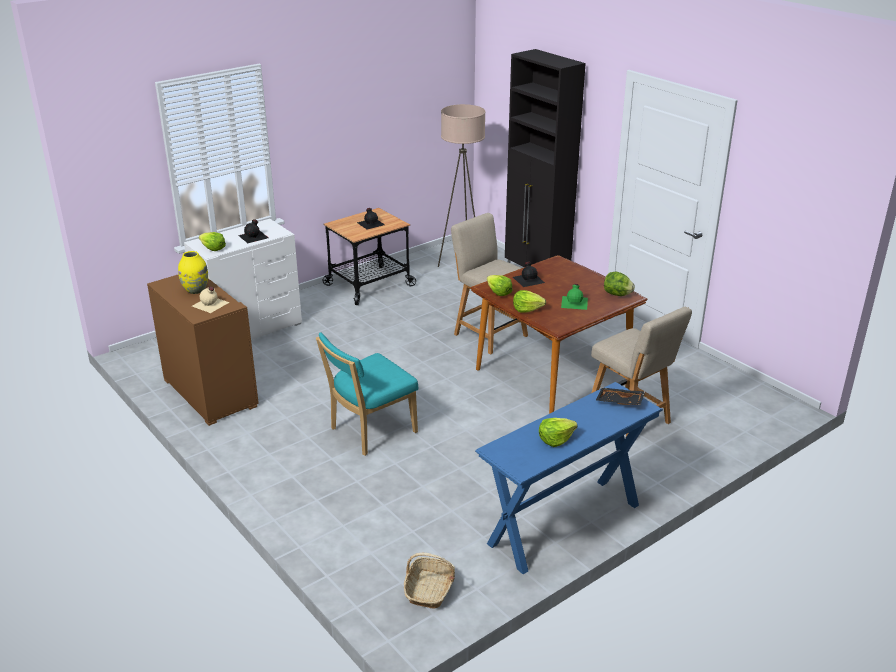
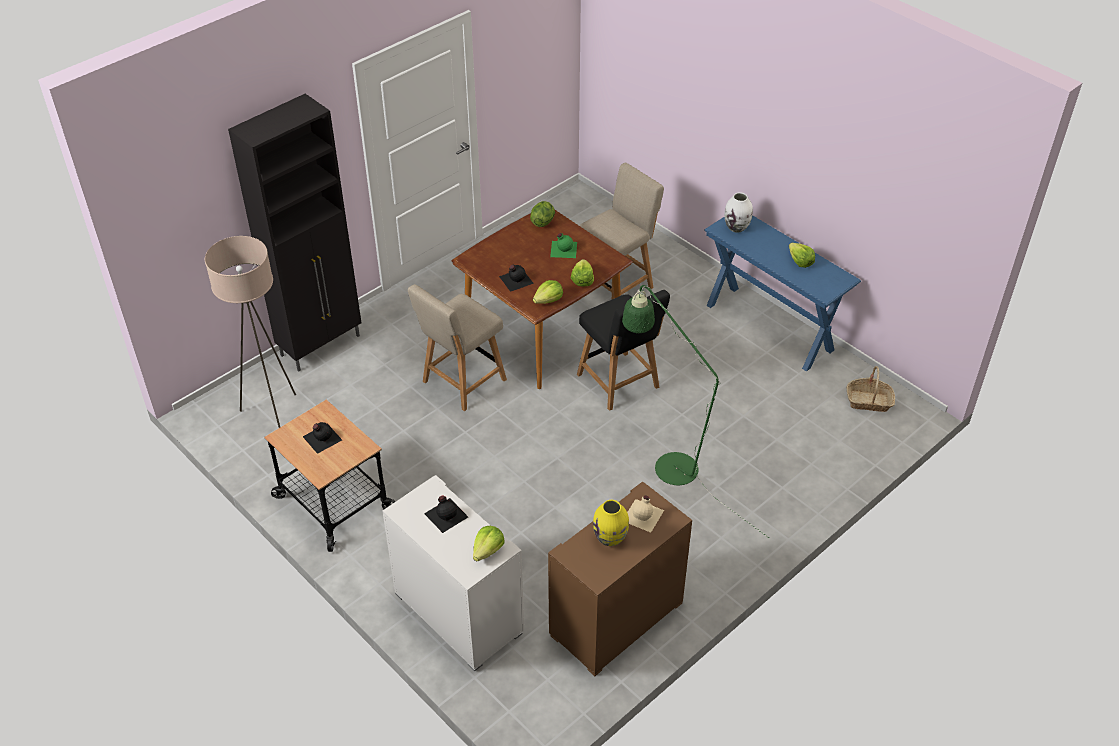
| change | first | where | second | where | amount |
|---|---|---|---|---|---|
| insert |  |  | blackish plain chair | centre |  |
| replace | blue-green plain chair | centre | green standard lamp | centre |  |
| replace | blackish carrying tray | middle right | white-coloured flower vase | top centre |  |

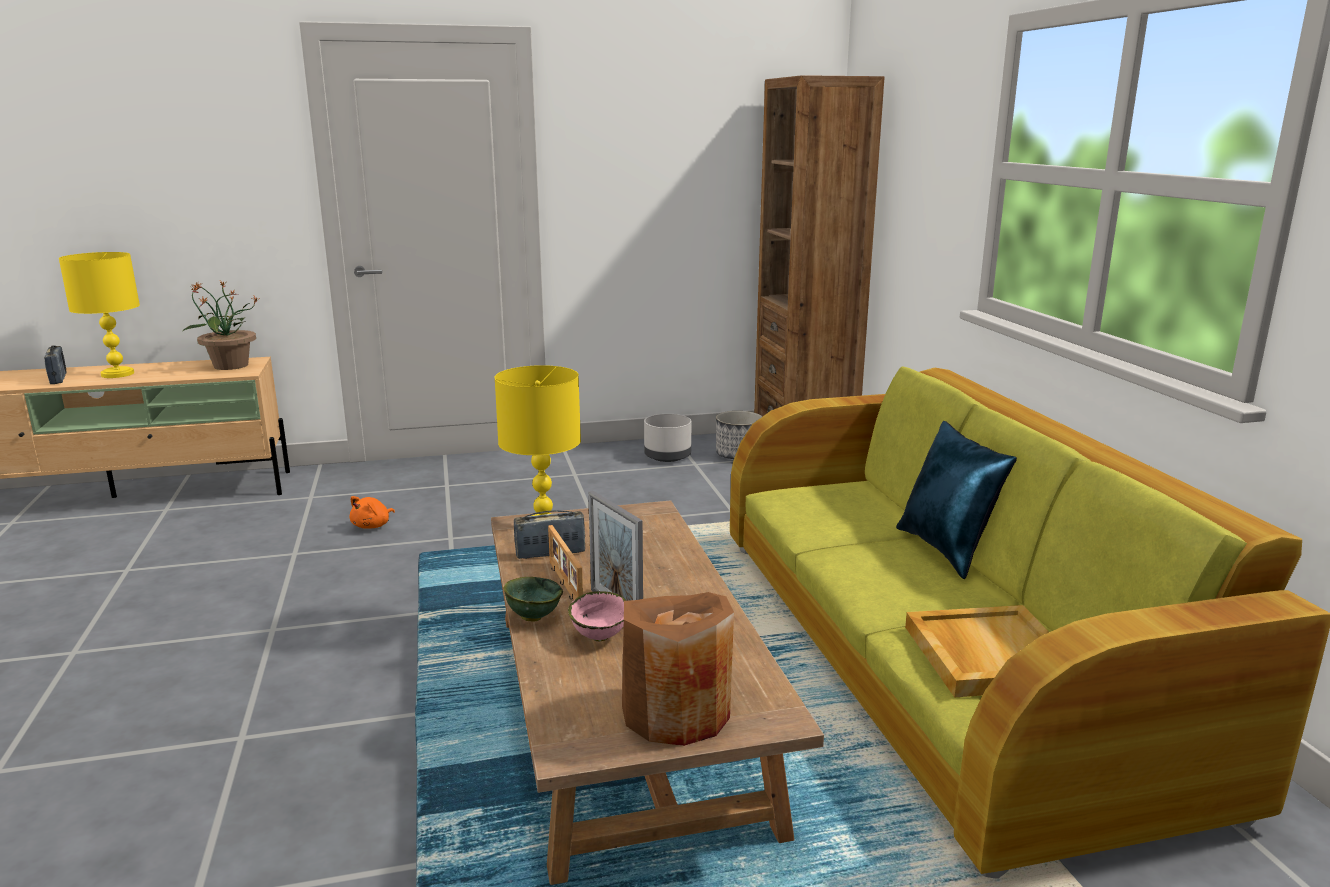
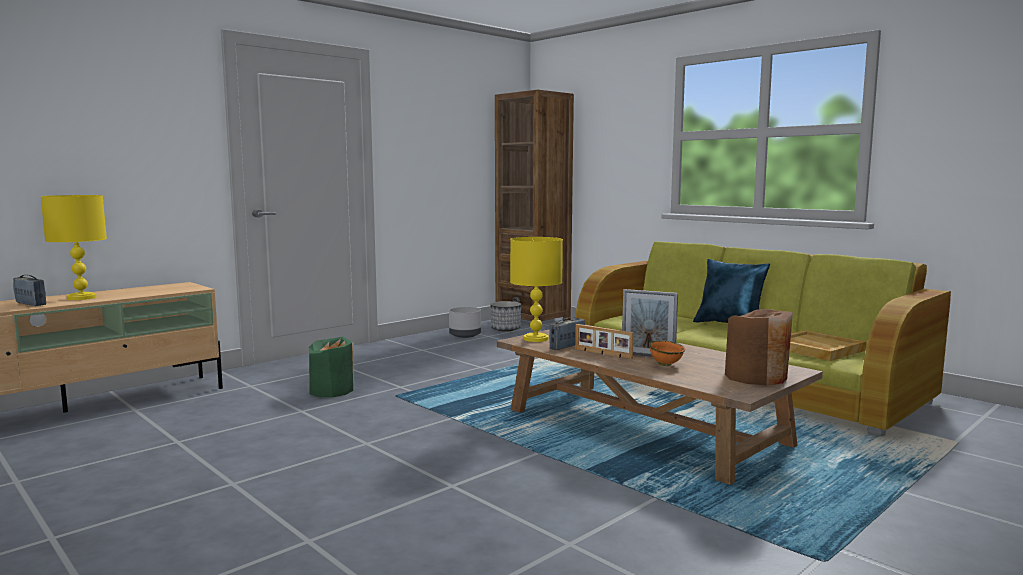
| change | first | where | second | where | amount |
|---|---|---|---|---|---|
| delete | plant in a pot | middle left |  |  |  |
| delete | green bowl | bottom centre |  |  |  |
| replace | orangey soft toy | middle left | green flower vase | middle left |  |
| recolor | pink-coloured bowl | bottom centre | orangey bowl | centre |  |

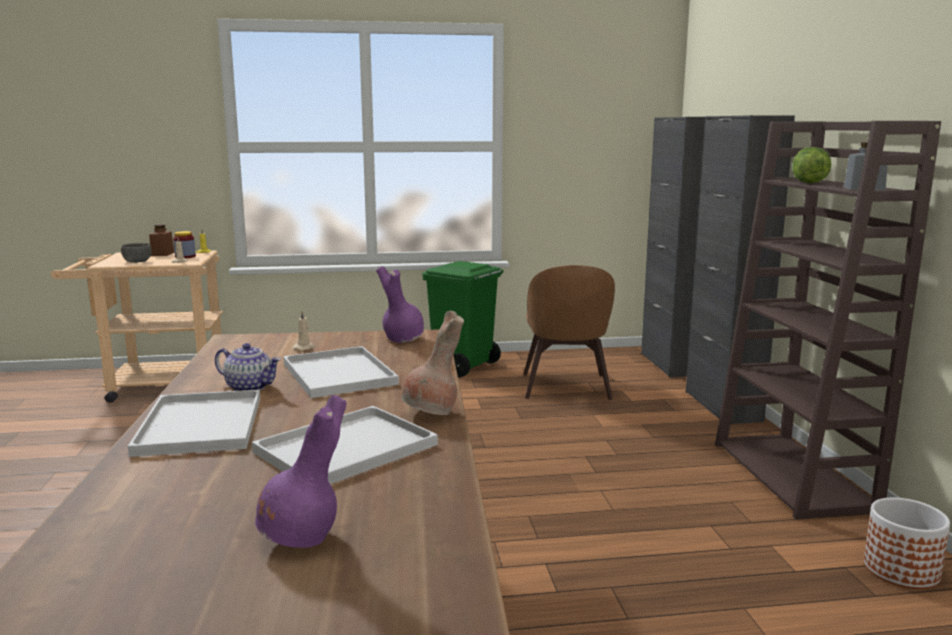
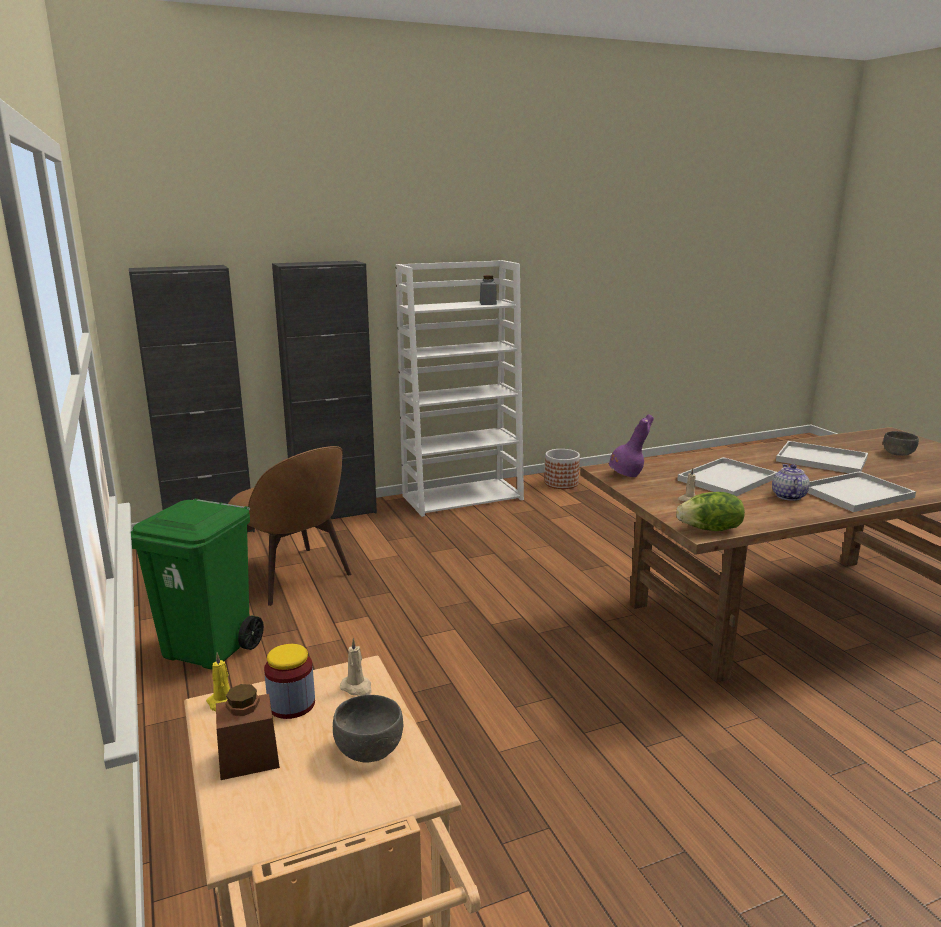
| change | first | where | second | where | amount |
|---|---|---|---|---|---|
| delete | brown-coloured flower vase | centre |  |  |  |
| move | lettuce head | top right |  | middle right |  |
| replace | purple-coloured flower vase (1st from left) | bottom left | grey bowl (2nd from left) | middle right |  |
| recolor | brown-coloured bookcase | middle right | white-coloured bookcase | centre |  |
| rotate | brown-coloured plain chair | centre |  | middle left | 60 degrees clockwise |

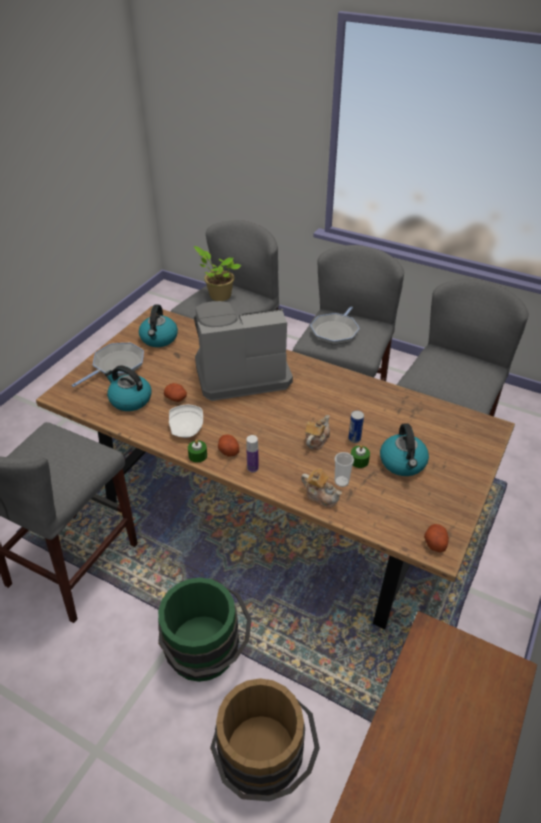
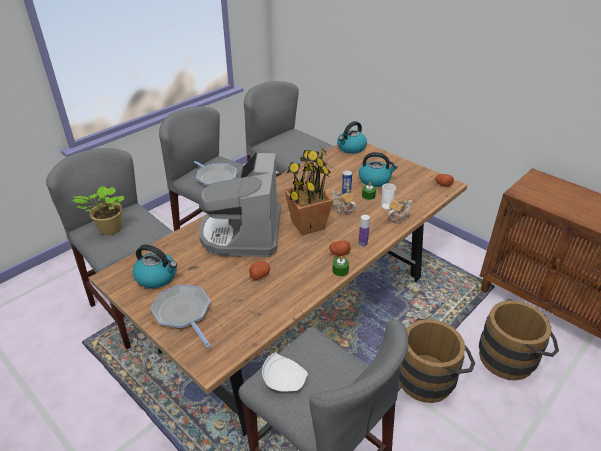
| change | first | where | second | where | amount |
|---|---|---|---|---|---|
| insert |  |  | plant in a pot (2nd from left) | centre |  |
| move | water kettle (1st from left in the first image) | middle left | water kettle (2nd from left) | top centre |  |
| move | white-coloured dinner plate | centre |  | bottom centre |  |
| recolor | green bucket | bottom centre | brown-coloured bucket (1st from left) | bottom right |  |

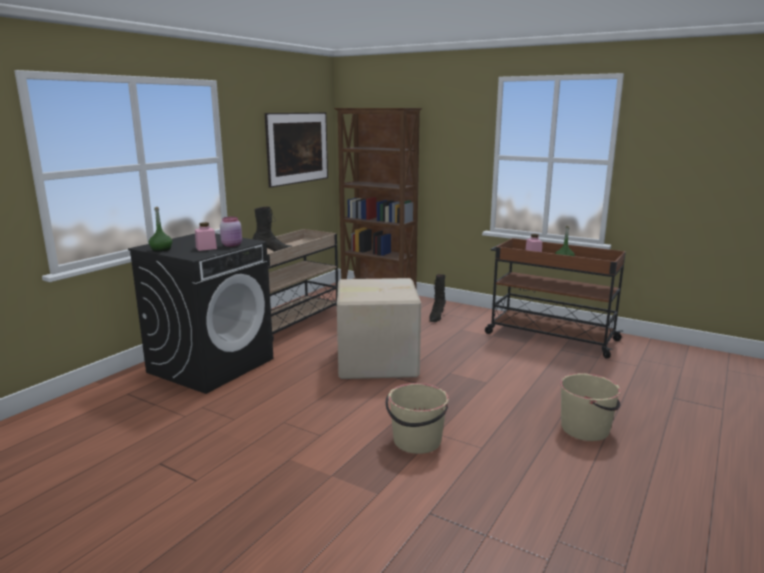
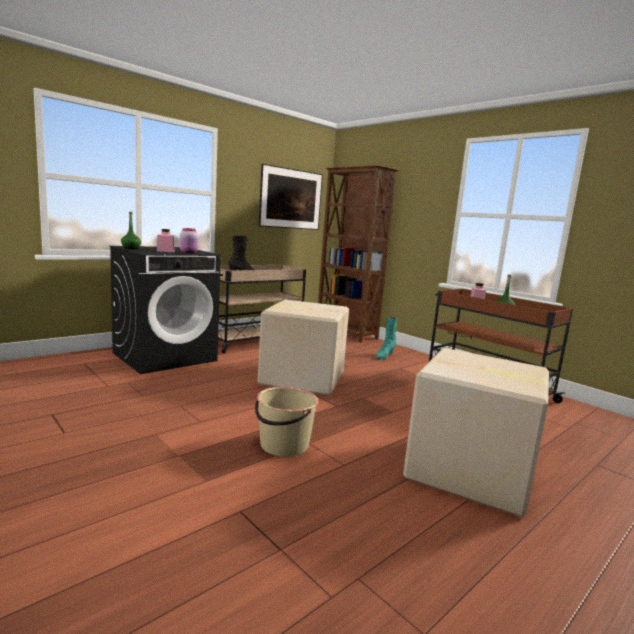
| change | first | where | second | where | amount |
|---|---|---|---|---|---|
| replace | beige-coloured bucket (2nd from left) | bottom right | packing box (2nd from left) | bottom right |  |
| recolor | blackish boot (2nd from left) | centre | blue-green boot | centre |  |

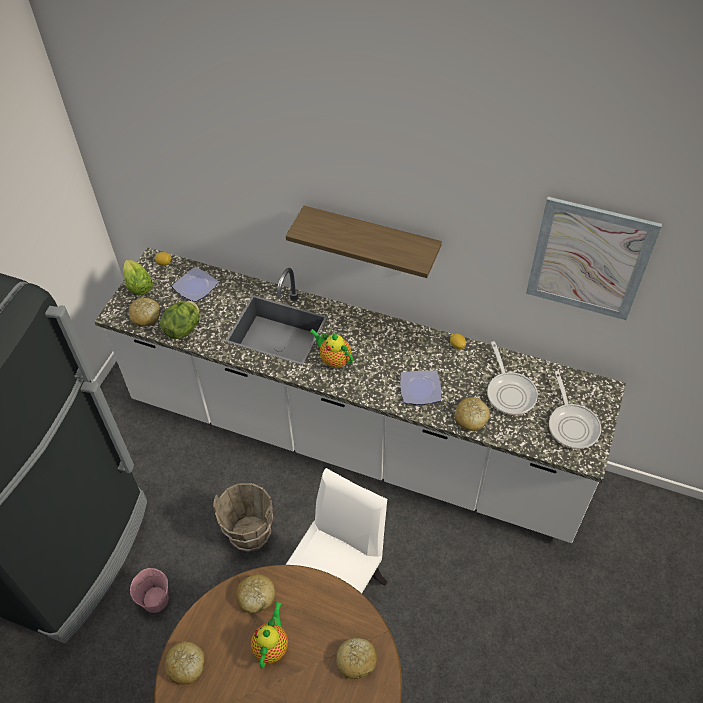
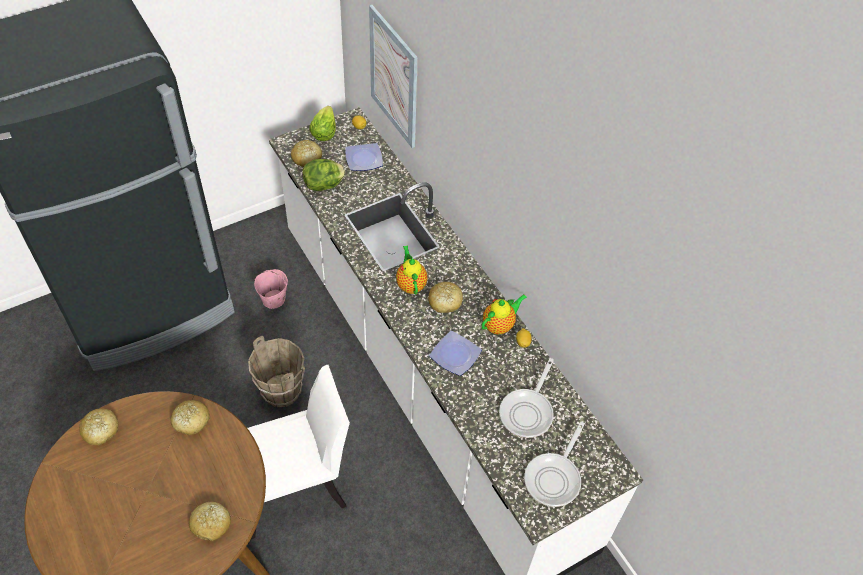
| change | first | where | second | where | amount |
|---|---|---|---|---|---|
| delete | wall shelf | centre |  |  |  |
| move | pink-coloured bucket | bottom left |  | middle left |  |
| move | teapot (1st from left in the first image) | bottom centre | teapot (2nd from left) | centre |  |
| move | baked bread (5th from left) | middle right |  | centre |  |
| move | wall picture | middle right |  | top centre |  |

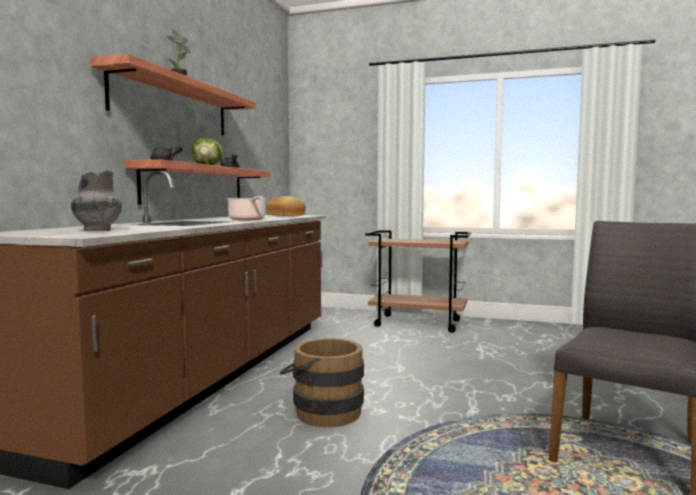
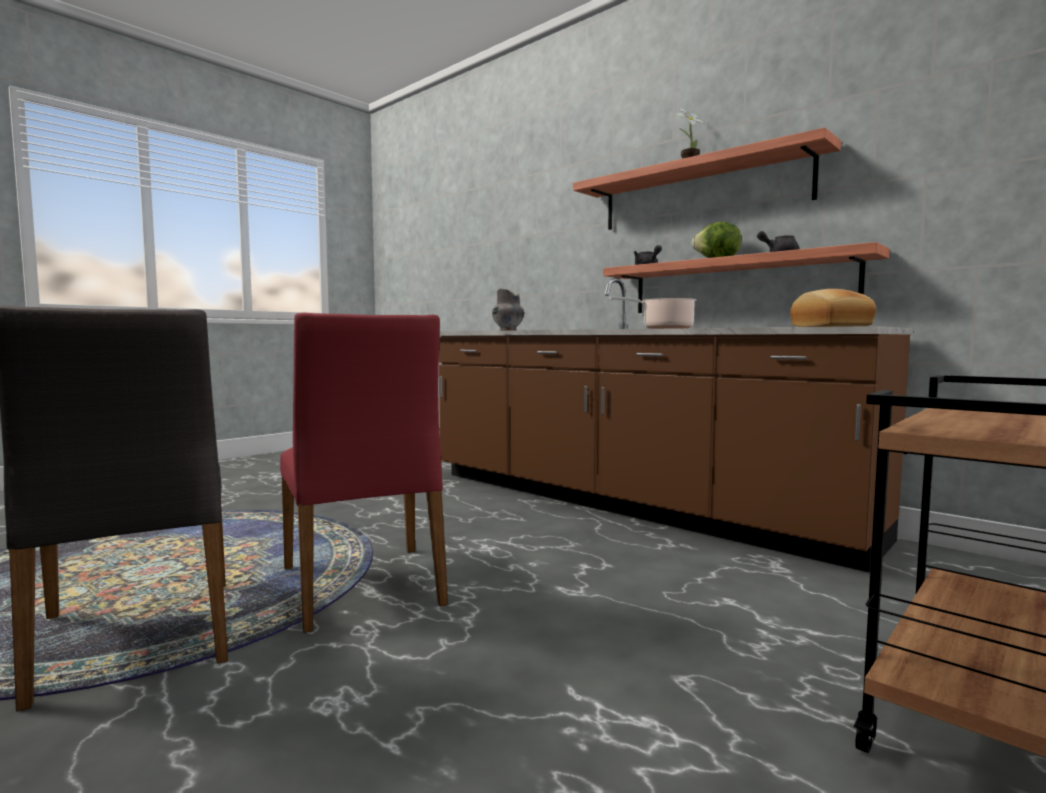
| change | first | where | second | where | amount |
|---|---|---|---|---|---|
| delete | brown-coloured bucket | bottom centre |  |  |  |
| insert |  |  | red-coloured plain chair | centre |  |

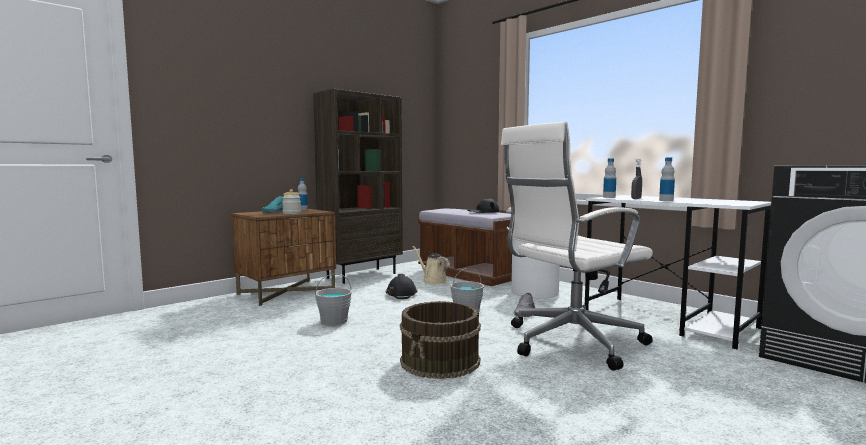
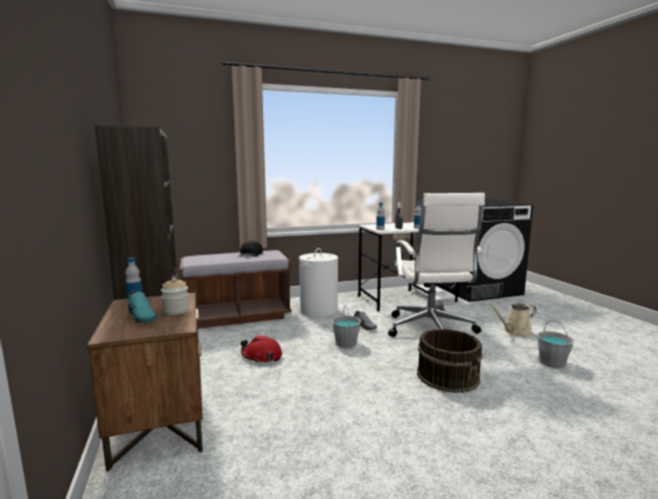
| change | first | where | second | where | amount |
|---|---|---|---|---|---|
| move | grey bucket (1st from left in the first image) | bottom centre | grey bucket (2nd from left) | bottom right |  |
| move | beige-coloured watering pot | centre |  | middle right |  |
| recolor | blackish safety helmet | centre | red-coloured safety helmet | bottom centre |  |

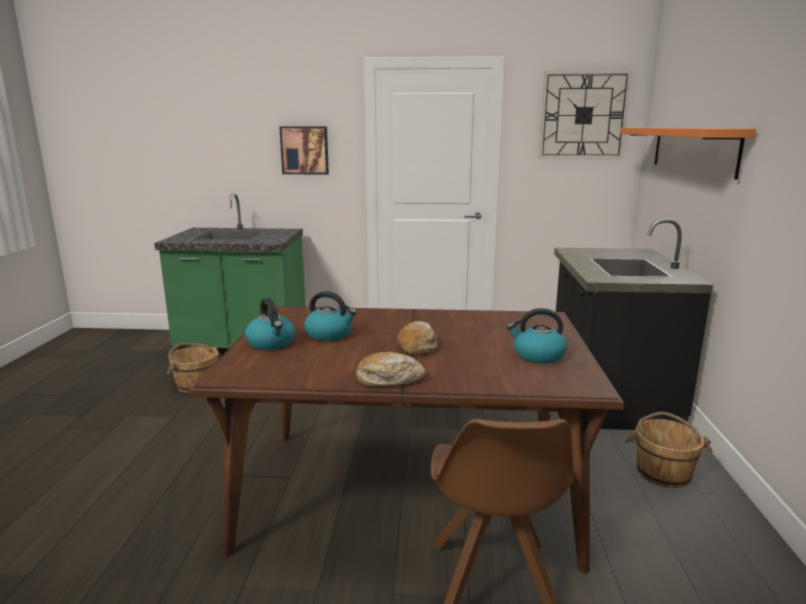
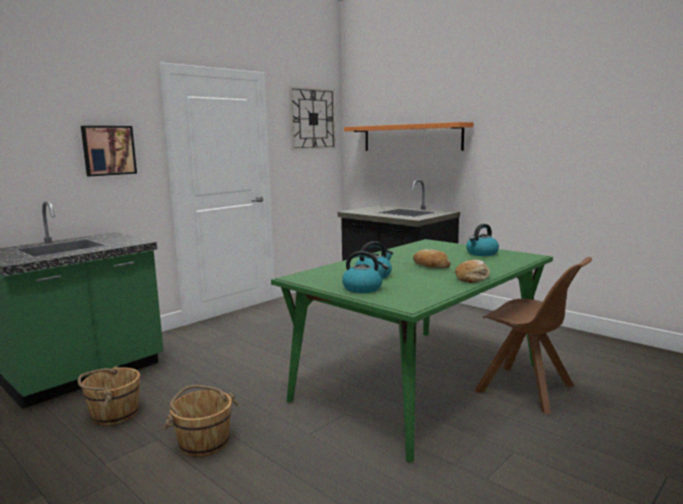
| change | first | where | second | where | amount |
|---|---|---|---|---|---|
| move | brown-coloured bucket (2nd from left) | bottom right |  | bottom left |  |
| recolor | brown-coloured dining table | bottom centre | green dining table | bottom centre |  |

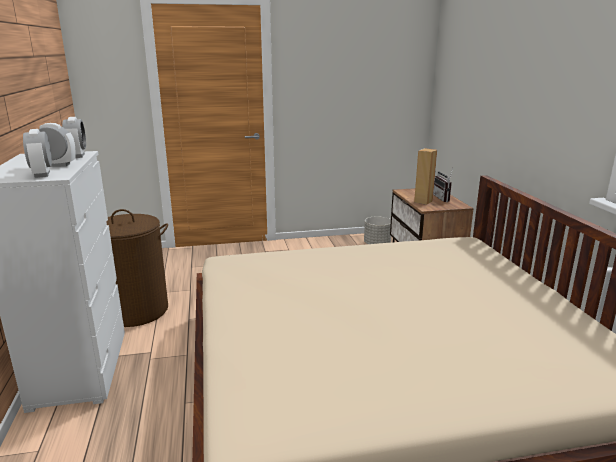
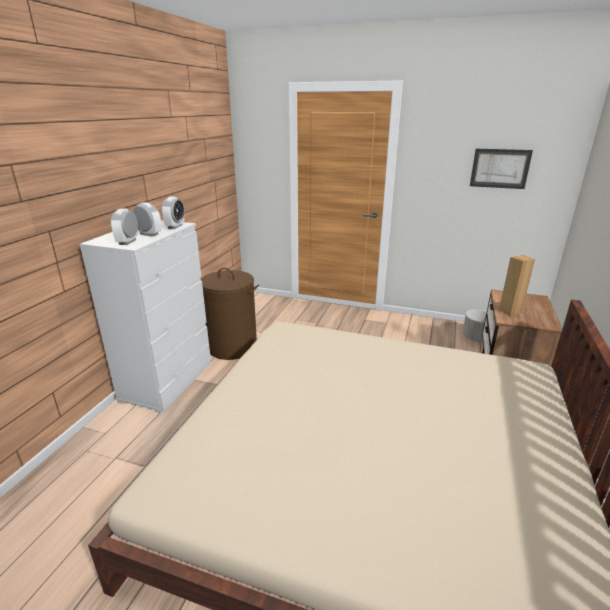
| change | first | where | second | where | amount |
|---|---|---|---|---|---|
| delete | radio set | middle right |  |  |  |
| insert |  |  | wall picture | top right |  |

